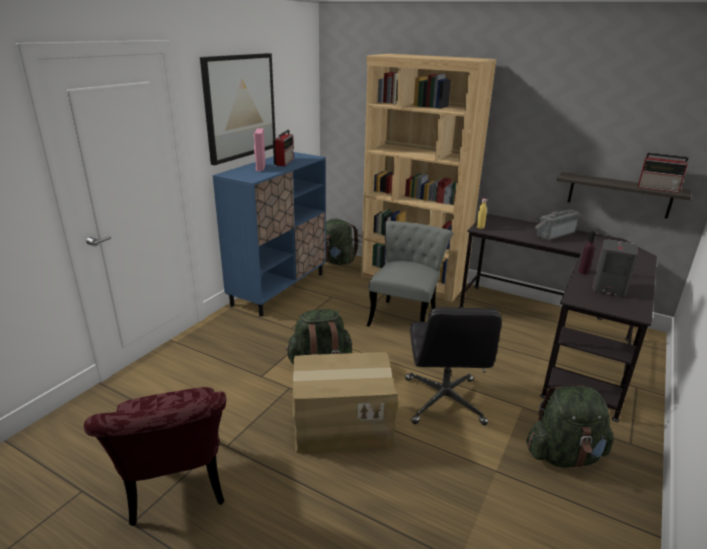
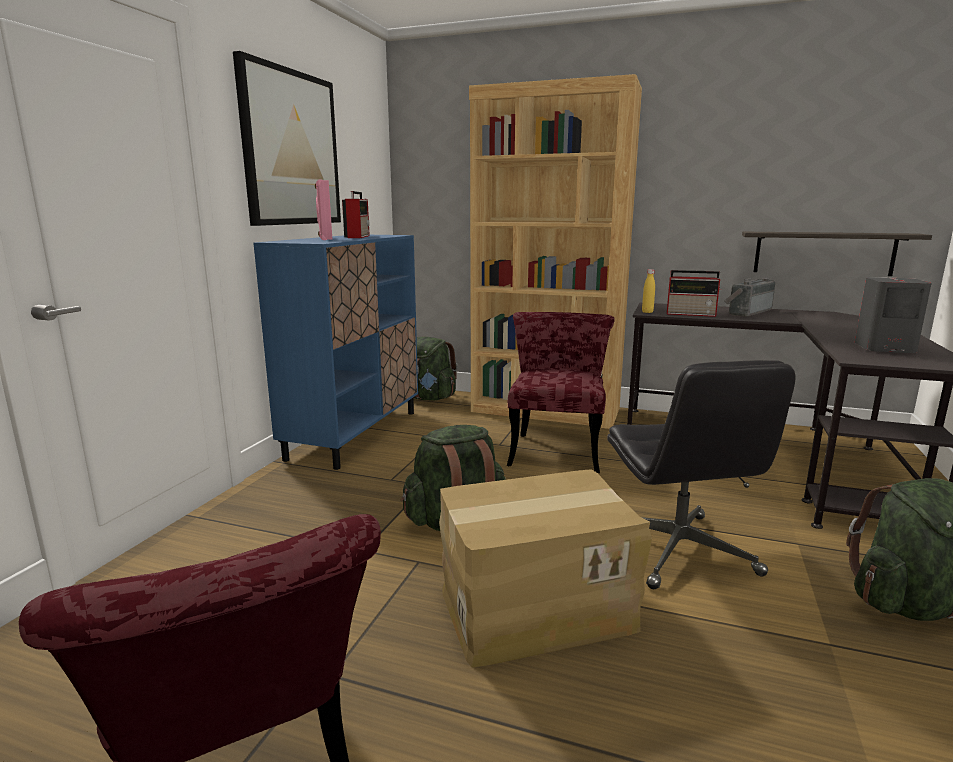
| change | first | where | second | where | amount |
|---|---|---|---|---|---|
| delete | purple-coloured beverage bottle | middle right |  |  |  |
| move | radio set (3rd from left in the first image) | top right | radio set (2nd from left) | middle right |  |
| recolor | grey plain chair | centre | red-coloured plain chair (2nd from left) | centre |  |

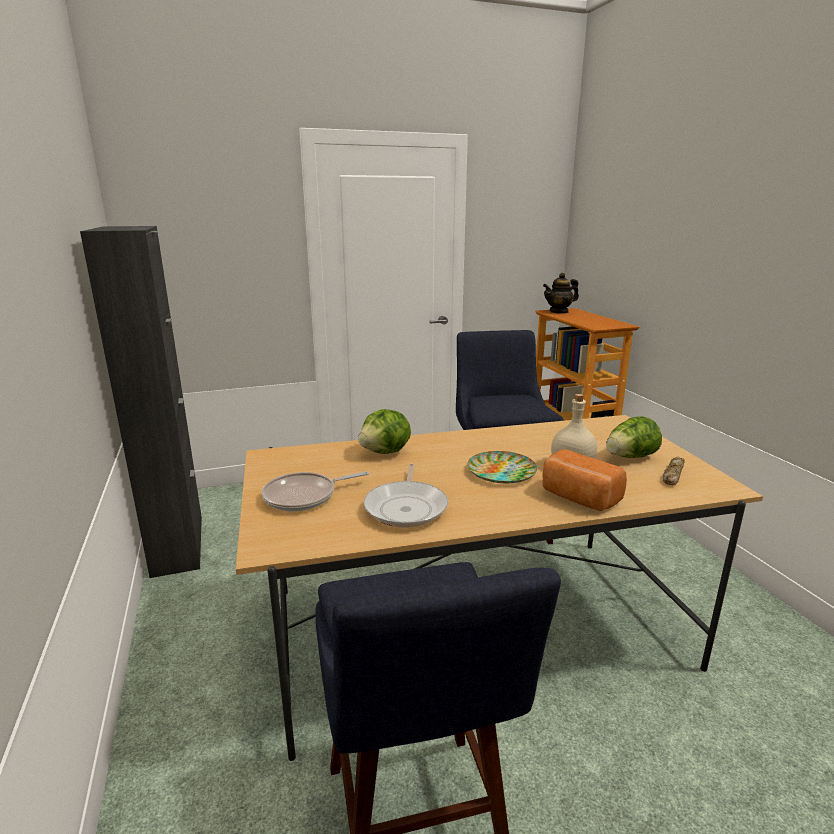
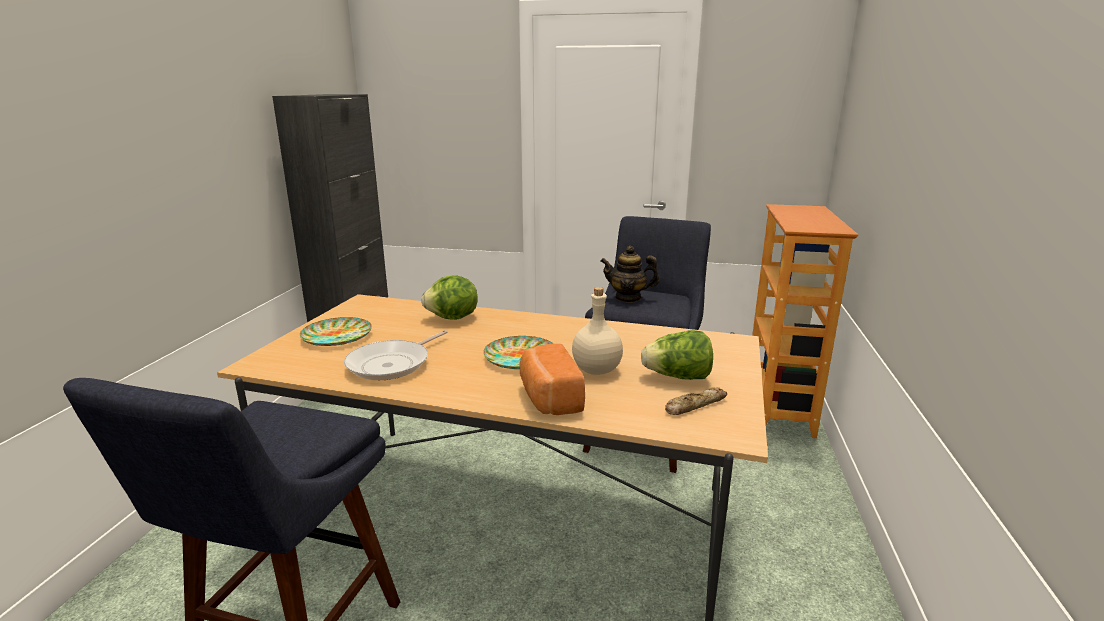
| change | first | where | second | where | amount |
|---|---|---|---|---|---|
| move | teapot | middle right |  | centre |  |
| replace | pan (1st from left) | centre | dinner plate (1st from left) | middle left |  |

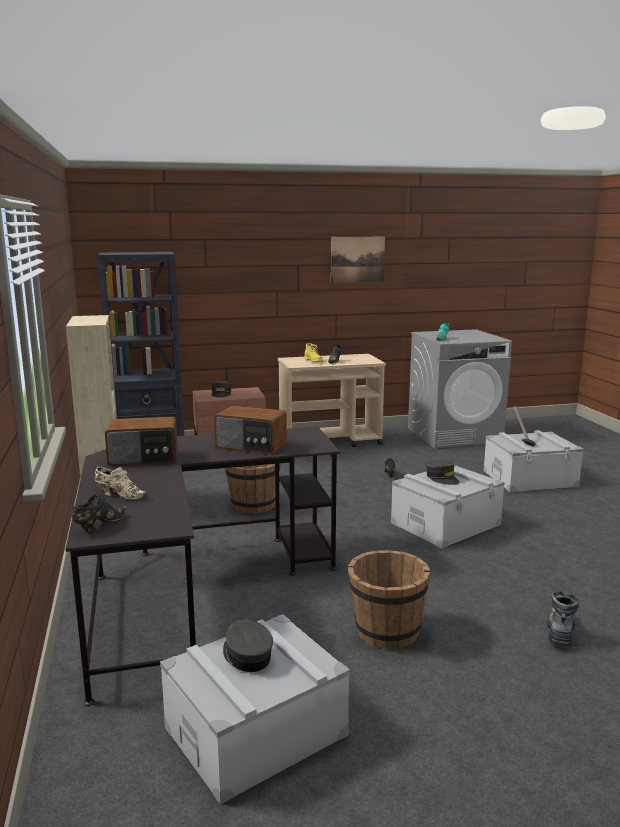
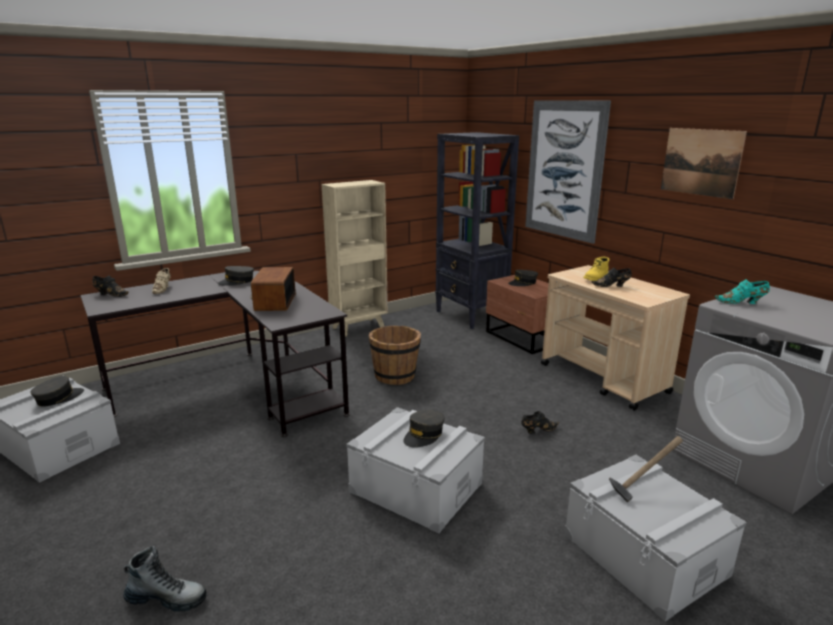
| change | first | where | second | where | amount |
|---|---|---|---|---|---|
| delete | brown-coloured bucket (2nd from left) | bottom centre |  |  |  |
| insert |  |  | wall picture (1st from left) | top right |  |
| replace | radio set (1st from left) | middle left | grey baseball cap (2nd from left) | middle left |  |

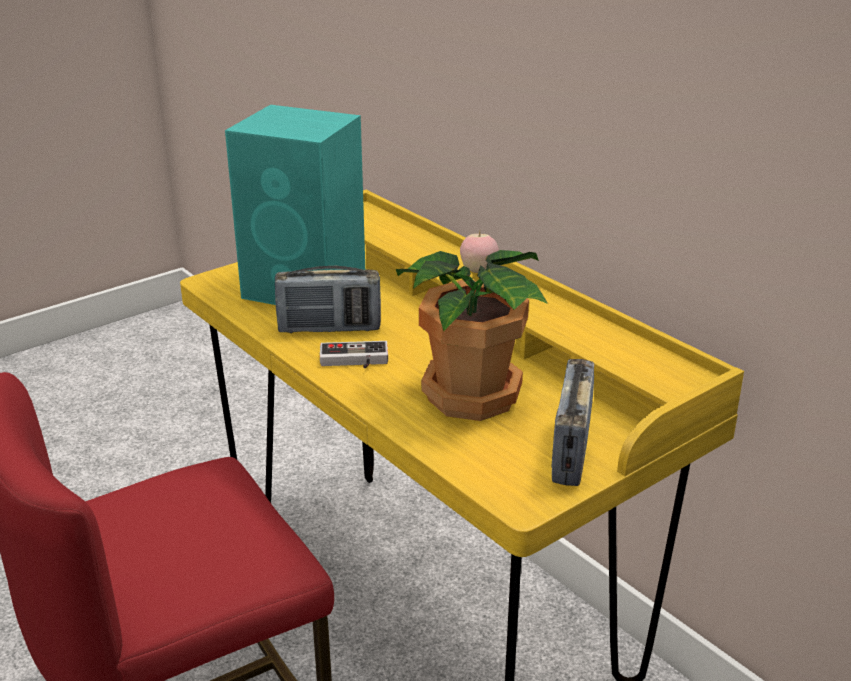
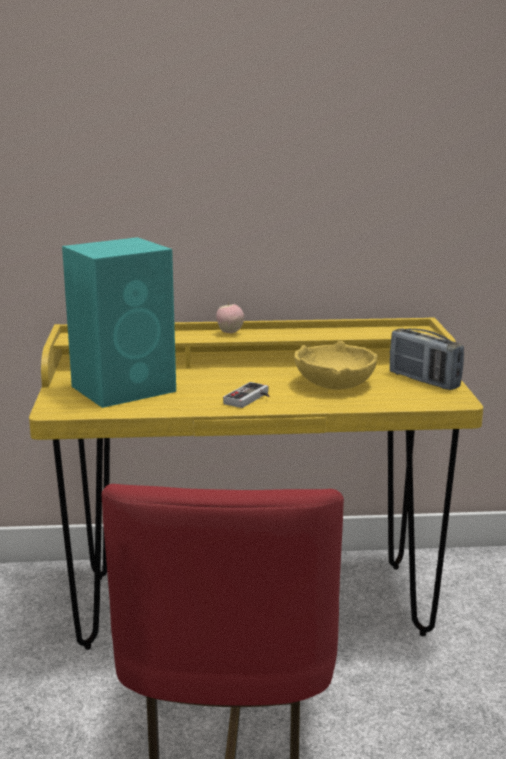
| change | first | where | second | where | amount |
|---|---|---|---|---|---|
| delete | radio set (1st from left) | centre |  |  |  |
| replace | plant in a pot | centre | yellow bowl | centre |  |

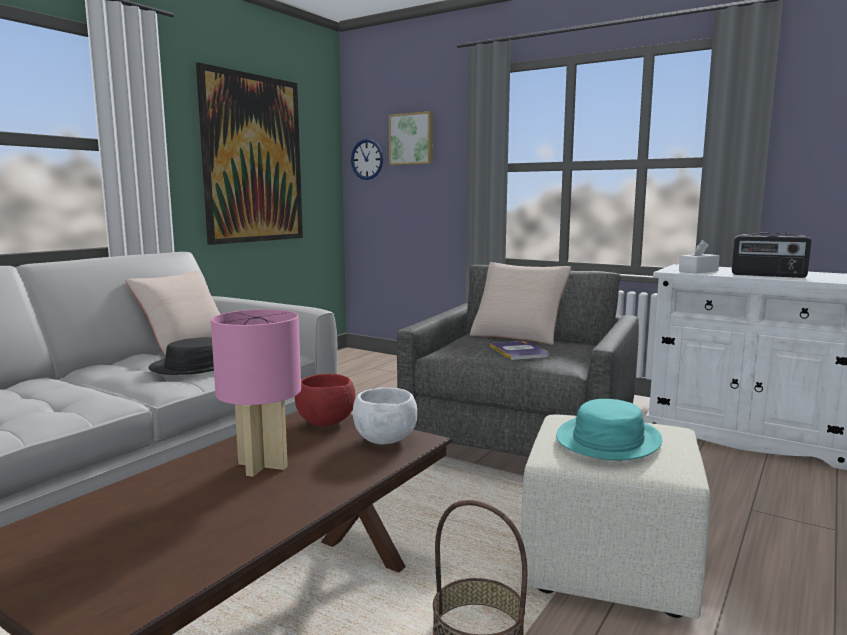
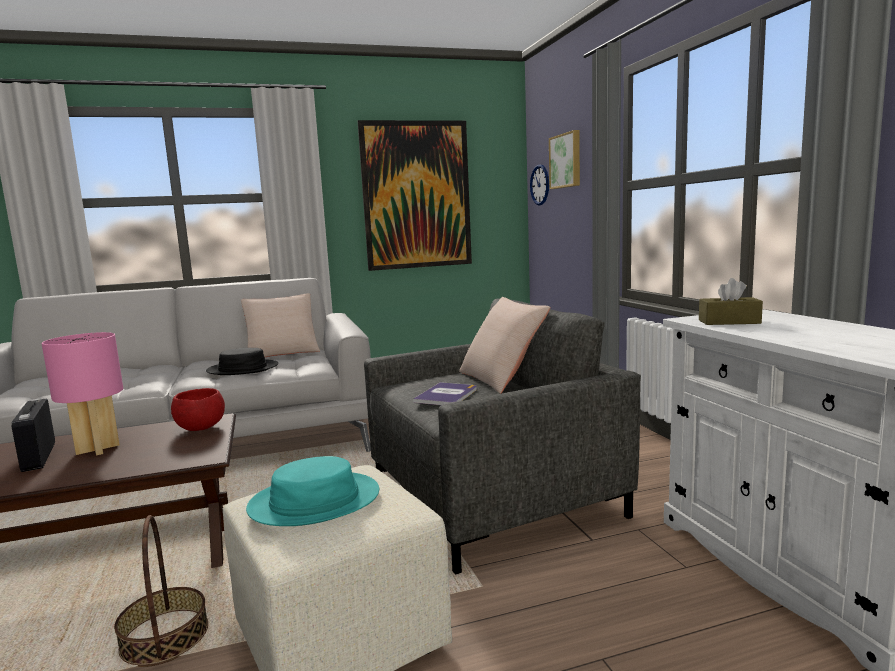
| change | first | where | second | where | amount |
|---|---|---|---|---|---|
| delete | white-coloured bowl | centre |  |  |  |
| move | radio set | middle right |  | middle left |  |
| recolor | white-coloured tissue box | middle right | brown-coloured tissue box | middle right |  |

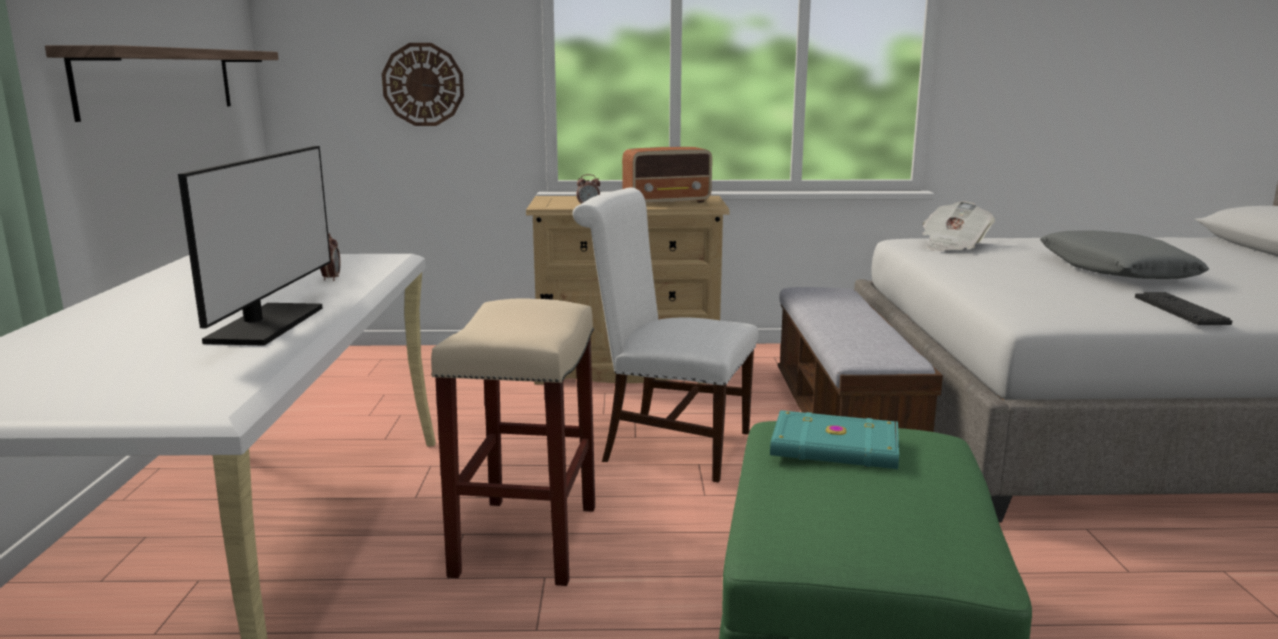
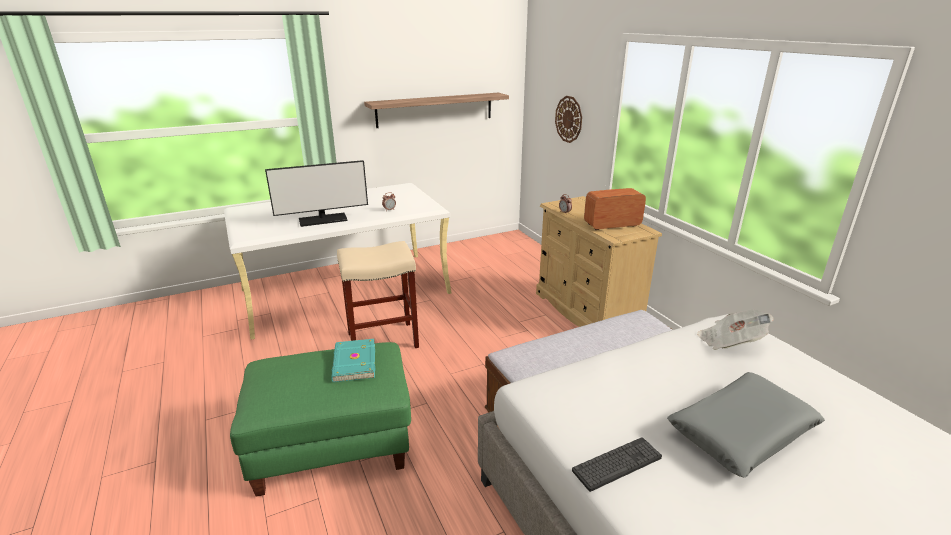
| change | first | where | second | where | amount |
|---|---|---|---|---|---|
| delete | white-coloured plain chair | centre |  |  |  |
| rotate | radio set | top centre |  | centre | 120 degrees clockwise |

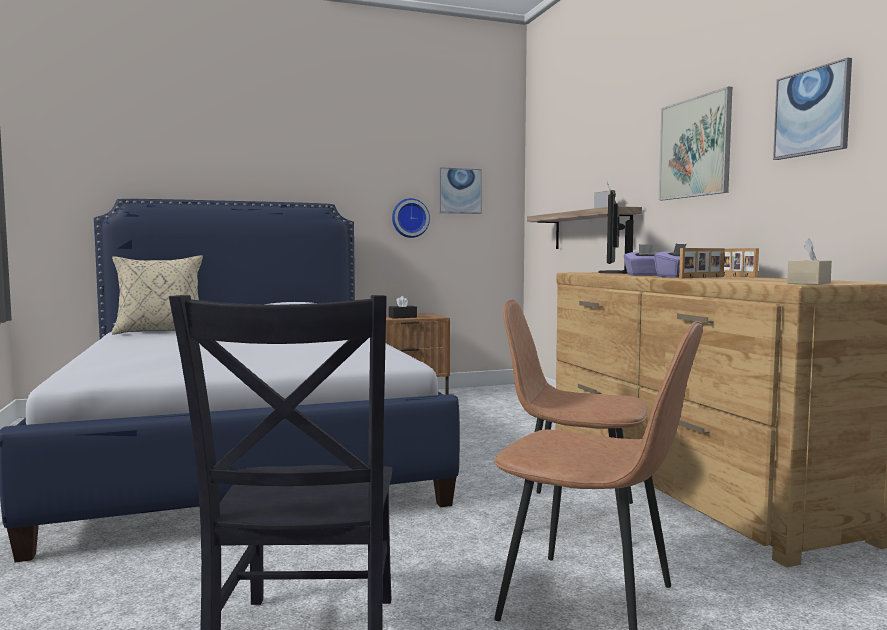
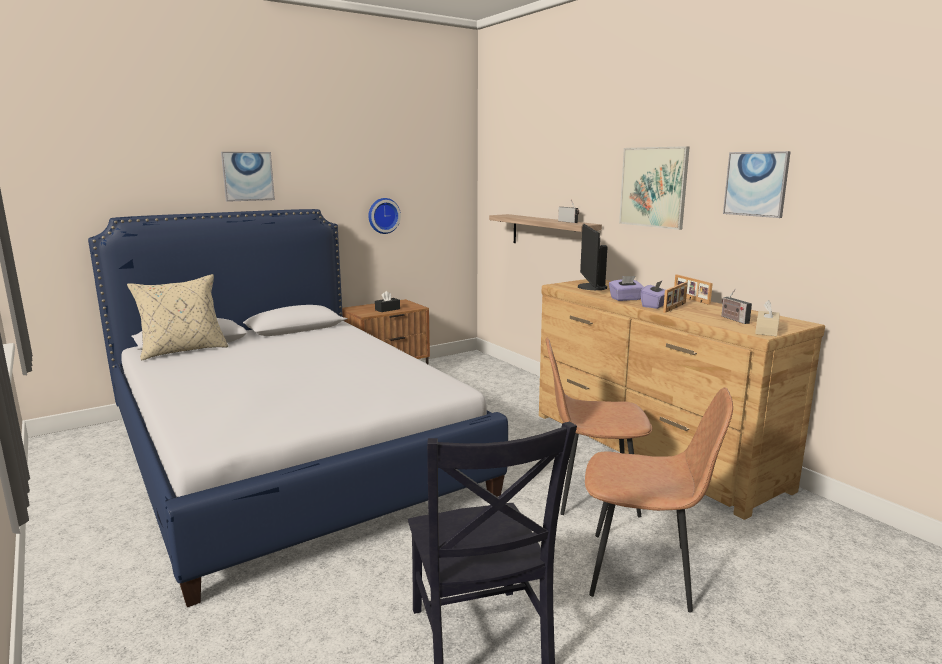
| change | first | where | second | where | amount |
|---|---|---|---|---|---|
| insert |  |  | radio set (2nd from left) | middle right |  |
| move | wall picture (1st from left) | top centre |  | top left |  |

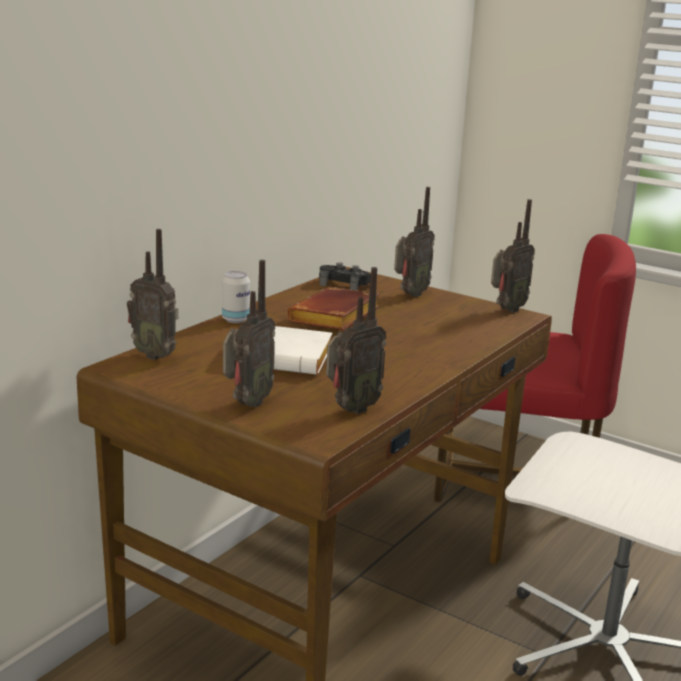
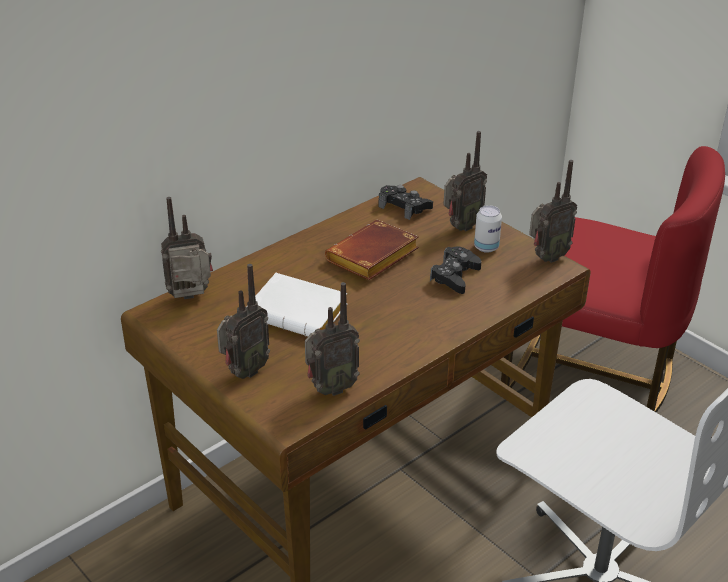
| change | first | where | second | where | amount |
|---|---|---|---|---|---|
| insert |  |  | blackish joypad (2nd from left) | centre |  |
| move | can | centre |  | middle right |  |
| rotate | radio set (1st from left) | middle left |  | middle left | 120 degrees clockwise |

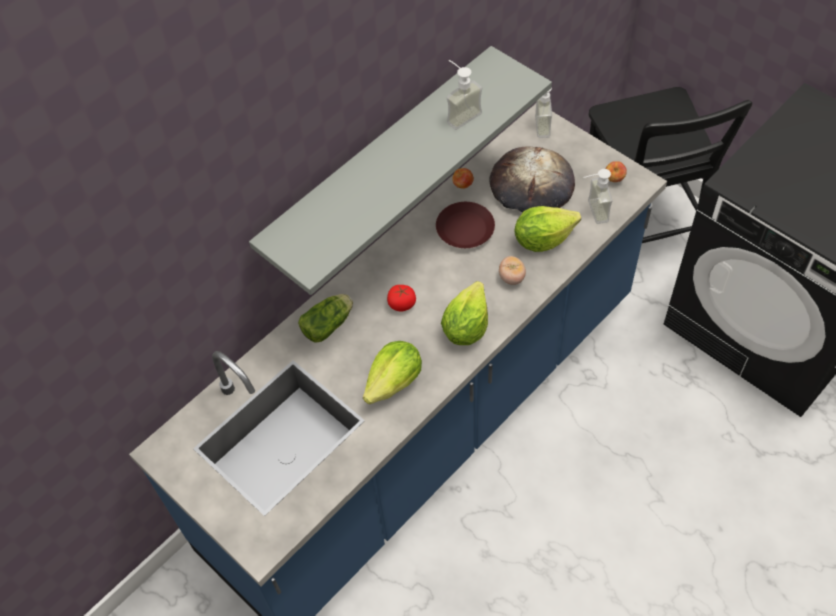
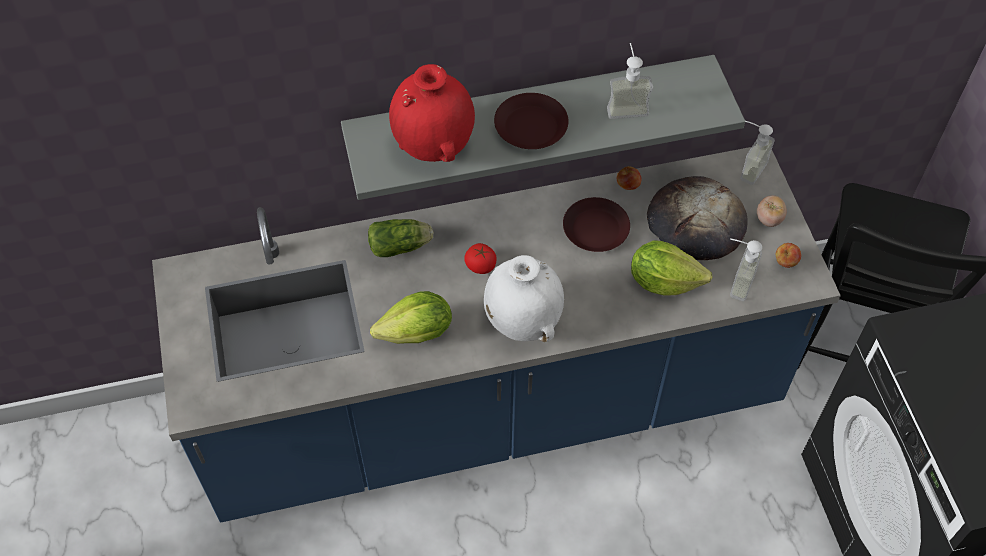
| change | first | where | second | where | amount |
|---|---|---|---|---|---|
| insert |  |  | red-coloured flower vase | top centre |  |
| insert |  |  | brown-coloured dinner plate (1st from left) | top centre |  |
| move | fresh tomato (2nd from left) | centre |  | middle right |  |
| replace | lettuce head (3rd from left) | centre | white-coloured flower vase | centre |  |

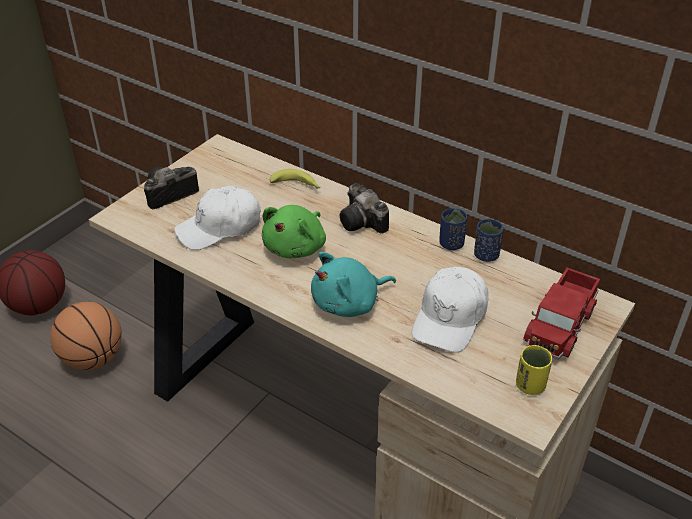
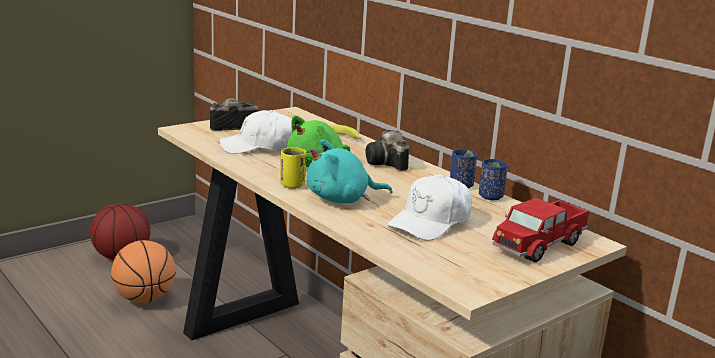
| change | first | where | second | where | amount |
|---|---|---|---|---|---|
| move | yellow cup | bottom right |  | centre |  |

